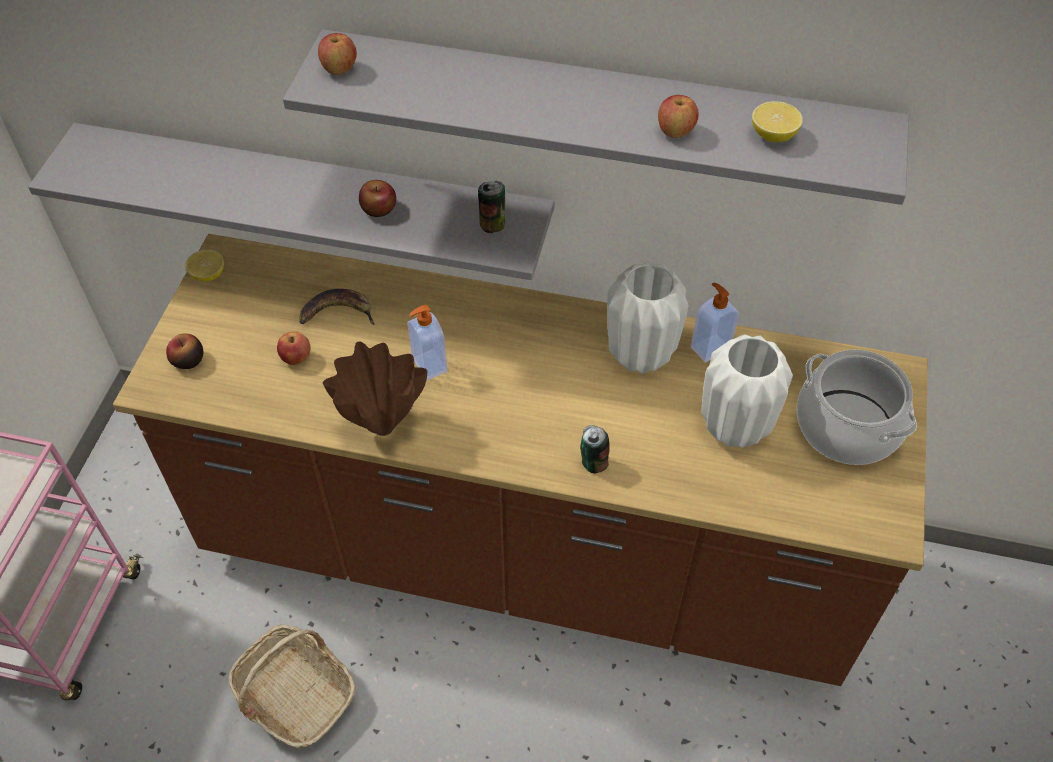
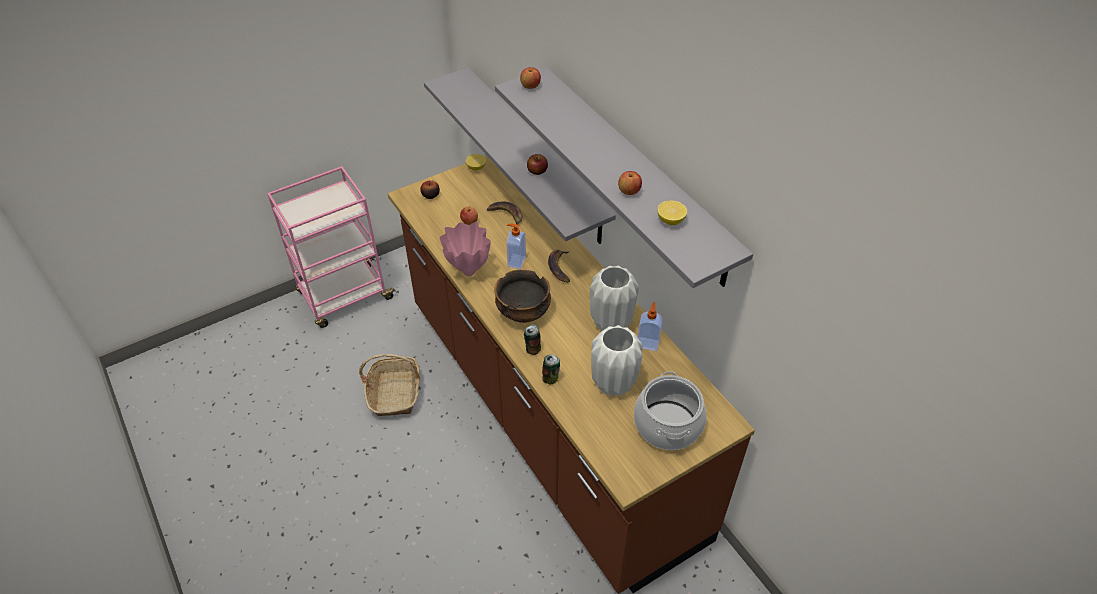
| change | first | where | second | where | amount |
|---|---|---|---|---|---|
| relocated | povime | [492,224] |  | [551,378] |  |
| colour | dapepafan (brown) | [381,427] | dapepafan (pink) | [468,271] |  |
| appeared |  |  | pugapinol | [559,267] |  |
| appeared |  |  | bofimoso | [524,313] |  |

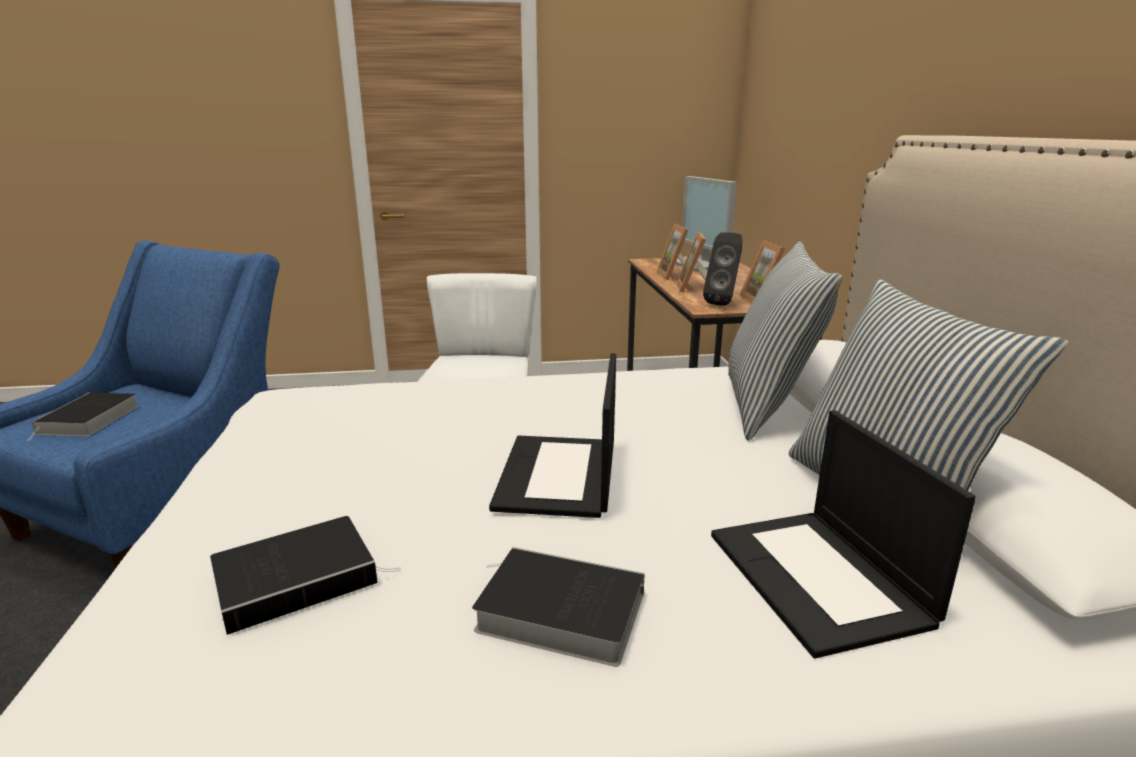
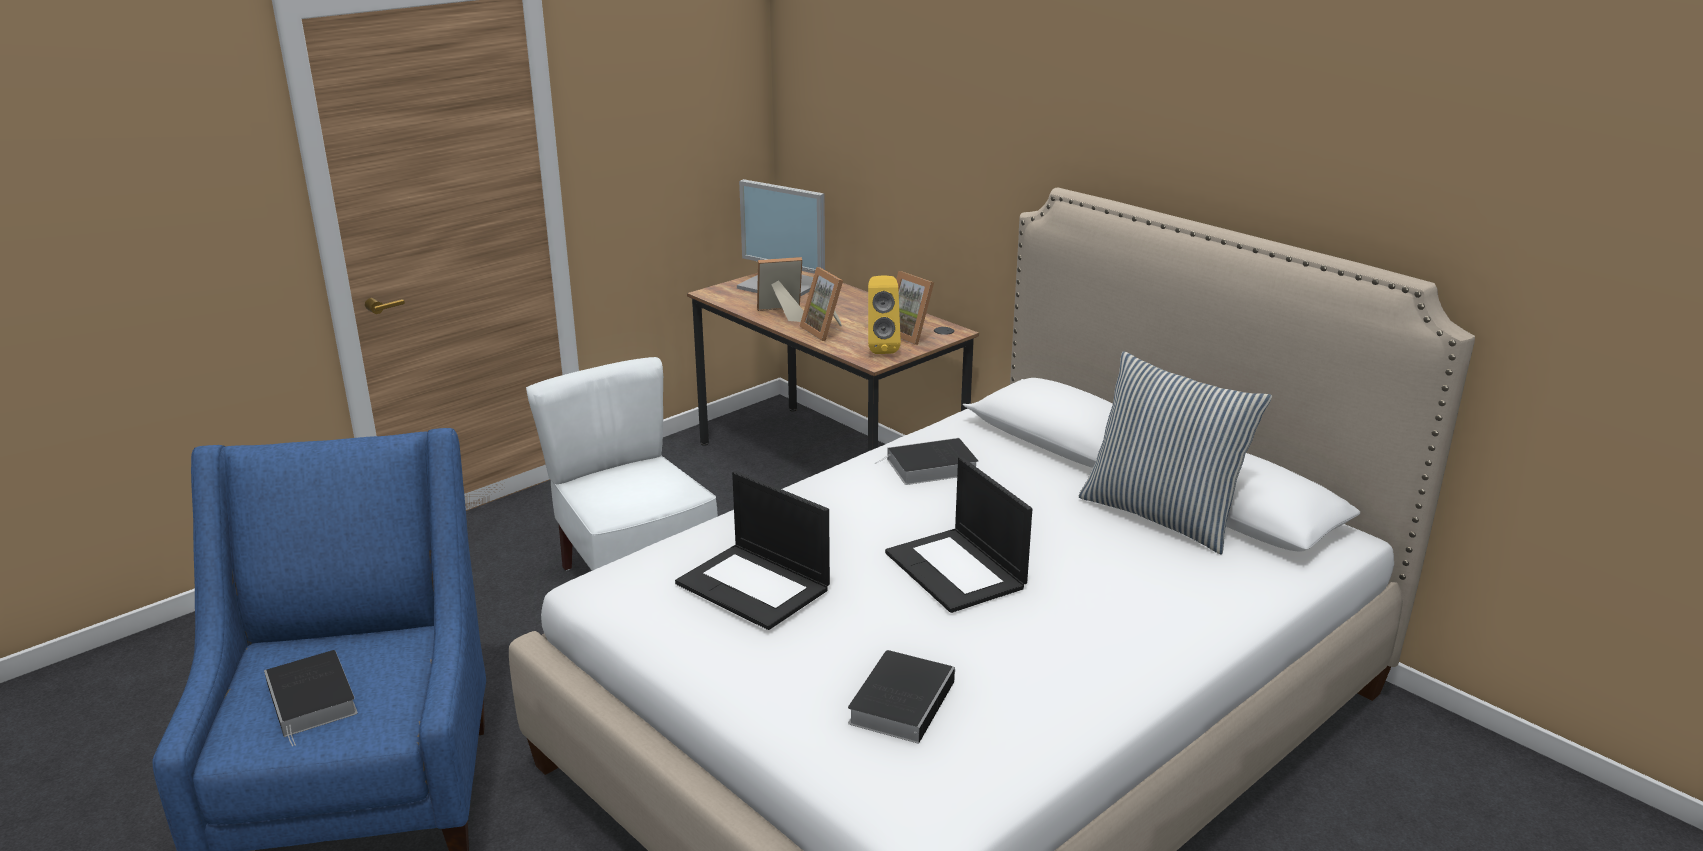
| change | first | where | second | where | amount |
|---|---|---|---|---|---|
| spun | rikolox | [675,276] |  | [781,314] | 120 degrees clockwise |
| colour | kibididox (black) | [723,303] | kibididox (yellow) | [882,348] |  |
| missing | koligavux | [767,406] |  |  |  |
| relocated | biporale | [820,578] |  | [755,586] |  |
| relocated | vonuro | [555,612] |  | [929,467] |  |

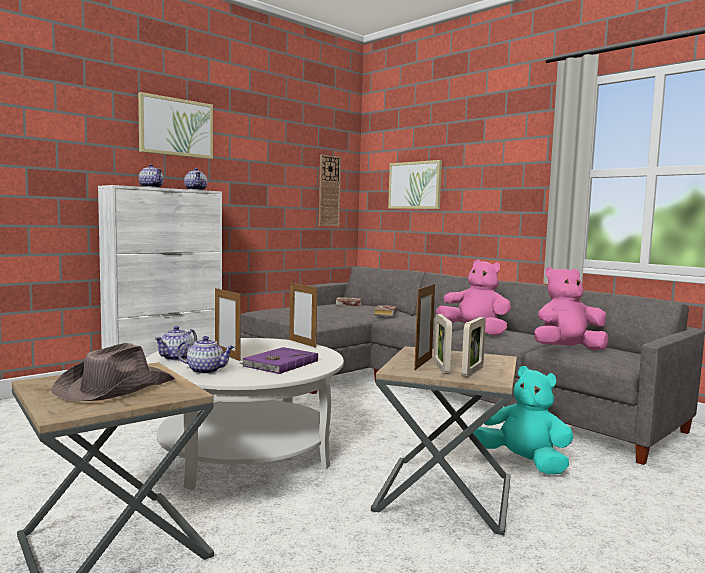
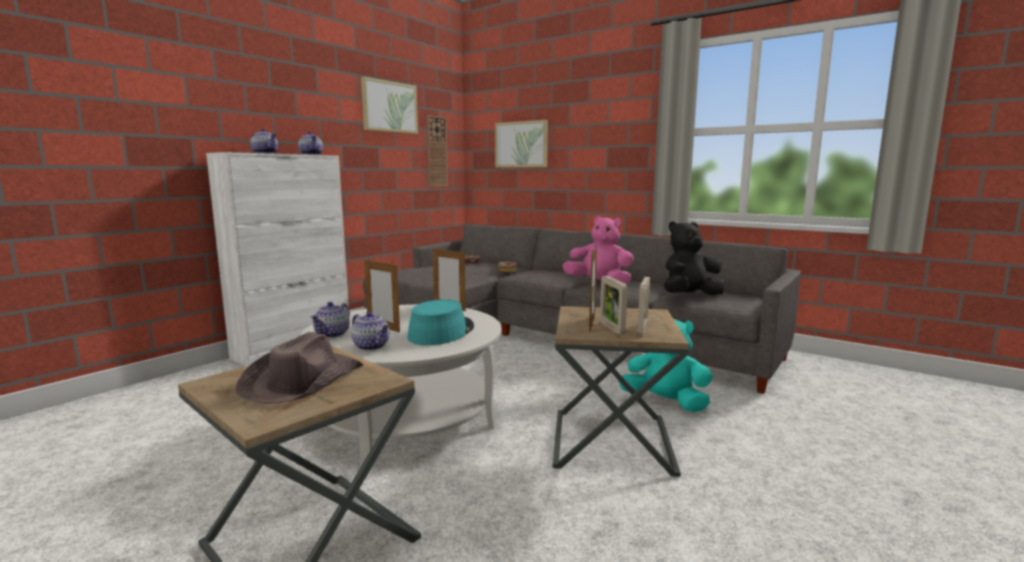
| change | first | where | second | where | amount |
|---|---|---|---|---|---|
| relocated | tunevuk | [176,127] |  | [389,107] |  |
| colour | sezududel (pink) | [567,350] | sezududel (black) | [689,296] |  |
| spun | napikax | [206,370] |  | [372,346] | 45 degrees clockwise |
| exchanged | vonuro (purple) | [279,363] | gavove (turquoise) | [441,332] |  |

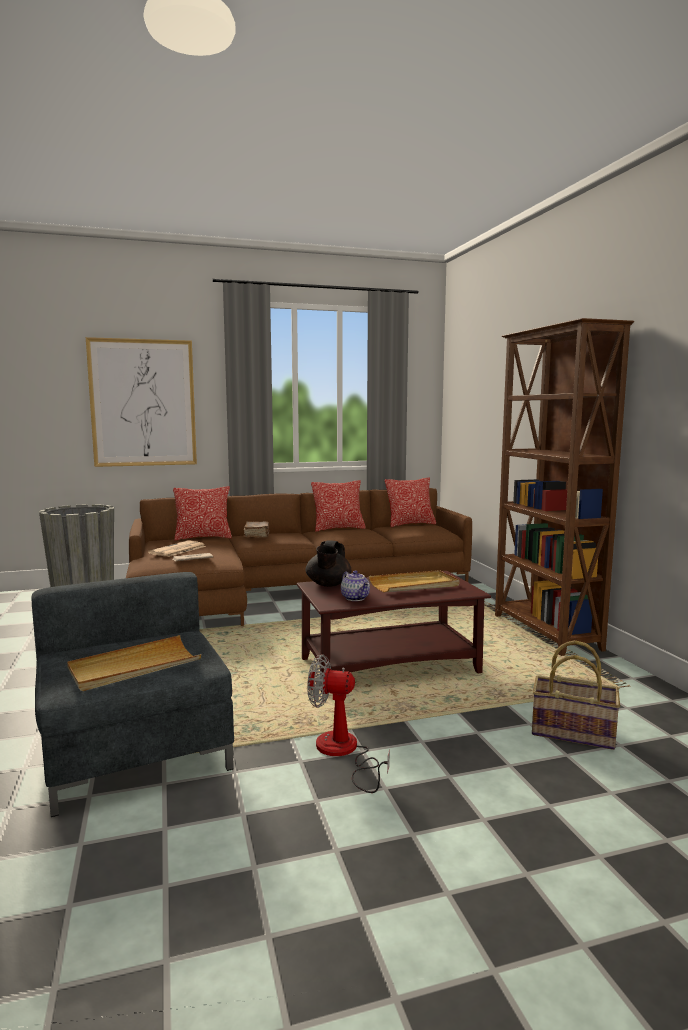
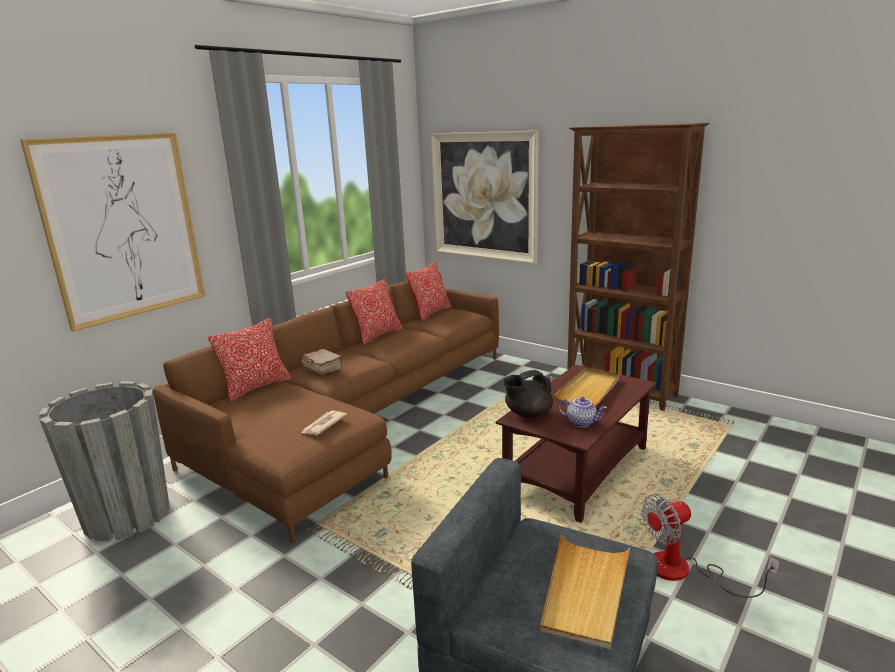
| change | first | where | second | where | amount |
|---|---|---|---|---|---|
| spun | napikax (black) | [328,584] |  | [527,414] | 90 degrees clockwise |
| missing | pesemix | [177,550] |  |  |  |
| missing | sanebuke | [573,732] |  |  |  |
| appeared |  |  | tunevuk | [484,196] |  |

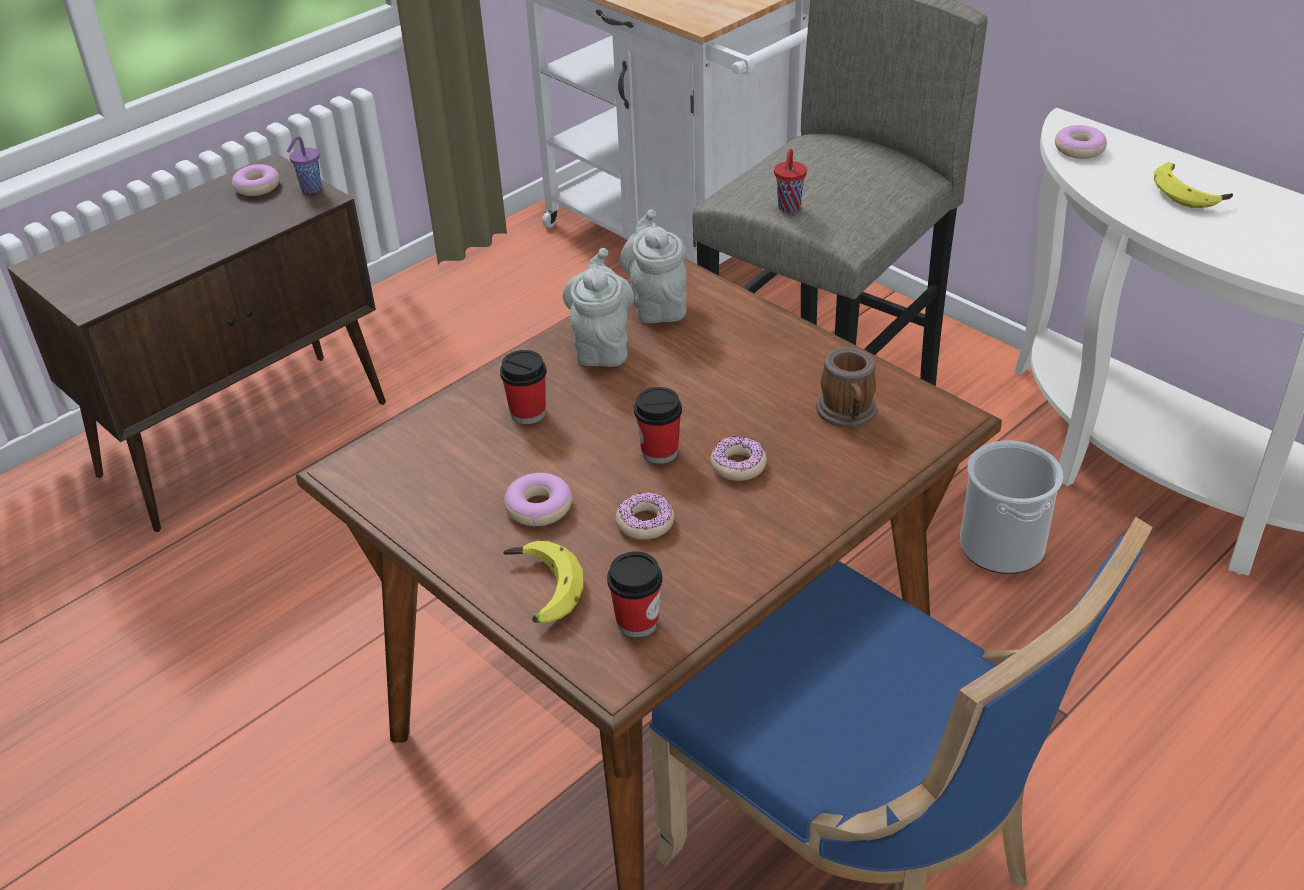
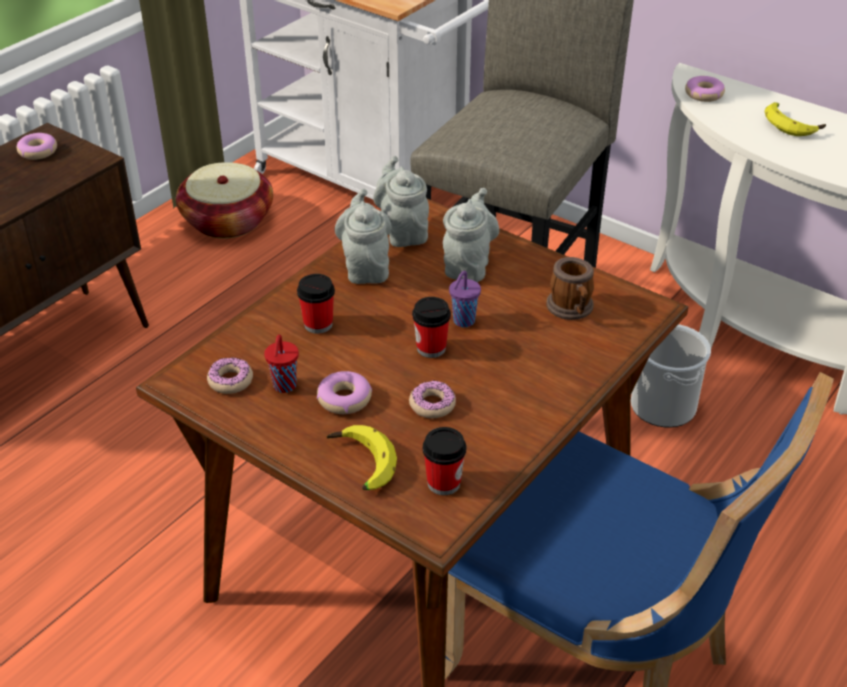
| change | first | where | second | where | amount |
|---|---|---|---|---|---|
| relocated | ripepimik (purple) | [310,189] |  | [463,322] |  |
| relocated | ripepimik (red) | [788,207] |  | [284,386] |  |
| relocated | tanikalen | [738,465] |  | [230,381] |  |
| appeared |  |  | sanebuke | [228,221] |  |
| appeared |  |  | napikax (grey) | [468,265] |  |

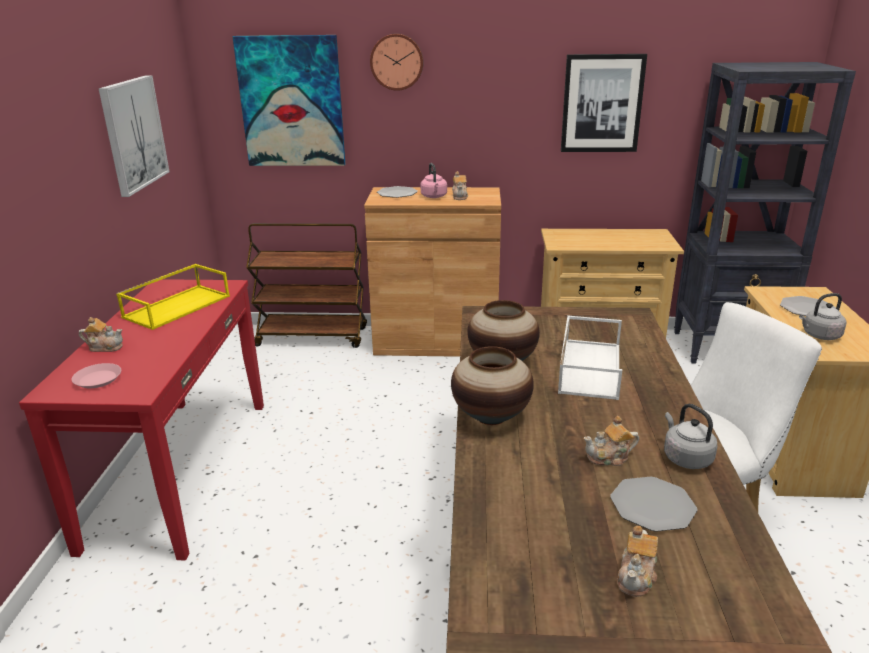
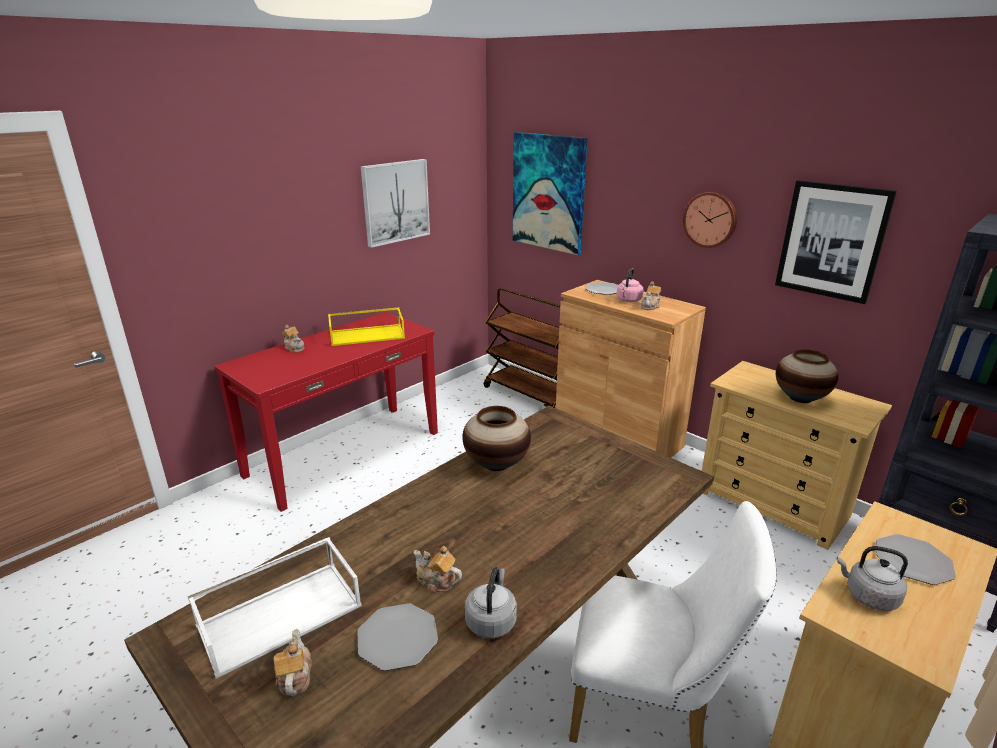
| change | first | where | second | where | amount |
|---|---|---|---|---|---|
| relocated | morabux | [397,62] |  | [710,219] |  |
| relocated | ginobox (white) | [588,367] |  | [281,614] |  |
| relocated | dapepafan | [491,416] |  | [800,398] |  |
| missing | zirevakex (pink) | [98,379] |  |  |  |
| spun | napikax | [636,576] |  | [294,677] | 105 degrees clockwise |

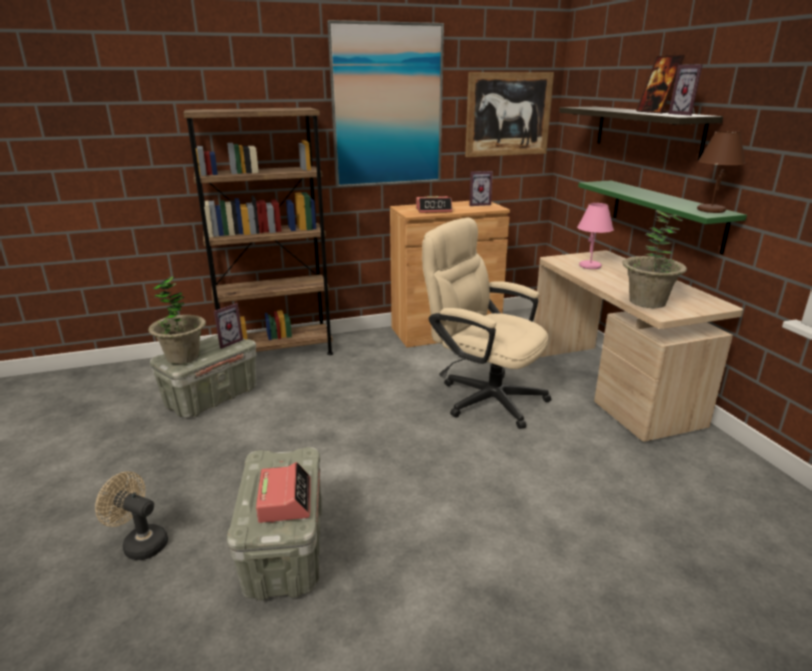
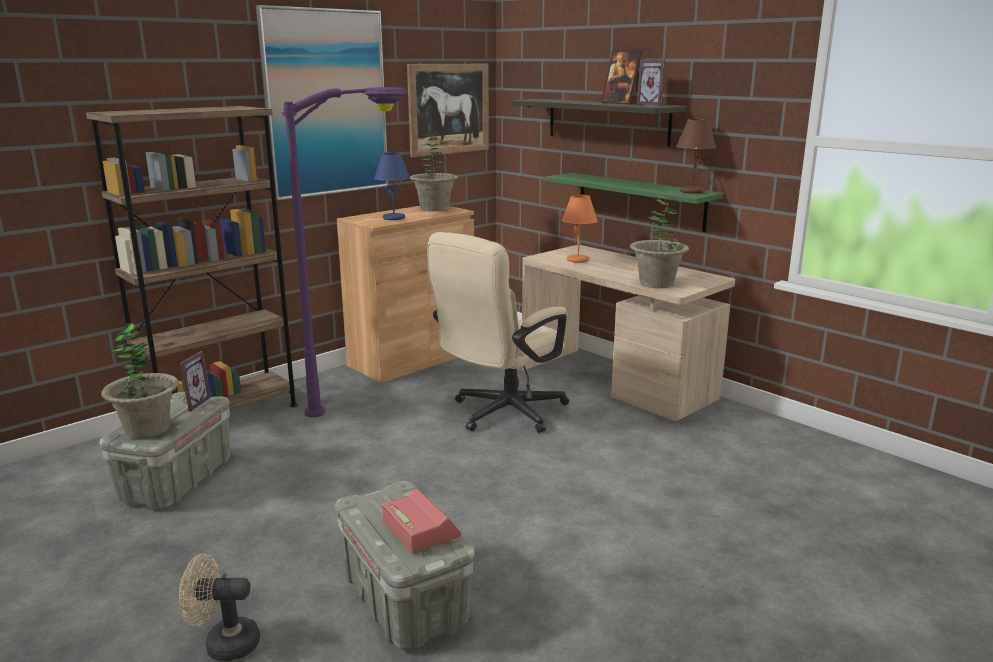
| change | first | where | second | where | amount |
|---|---|---|---|---|---|
| exchanged | rikolox | [478,204] | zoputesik | [434,208] |  |
| exchanged | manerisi | [434,210] | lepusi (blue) | [394,218] |  |
| colour | lepusi (pink) | [590,266] | lepusi (orange) | [578,260] |  |
| spun | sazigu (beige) | [483,396] |  | [501,414] | 60 degrees counterclockwise |
| appeared |  |  | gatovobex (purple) | [376,400] |  |

